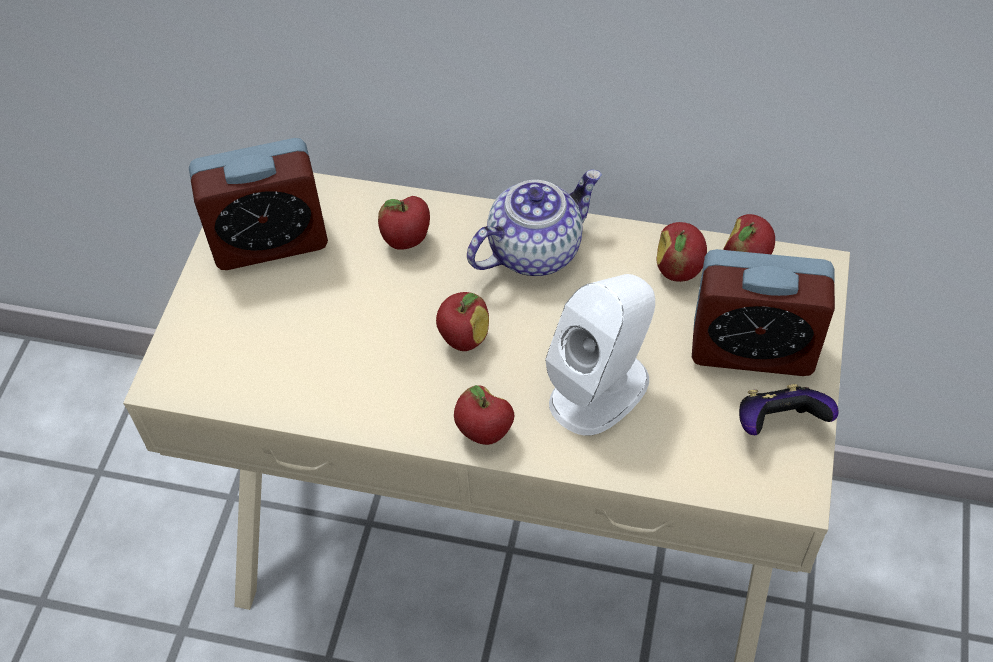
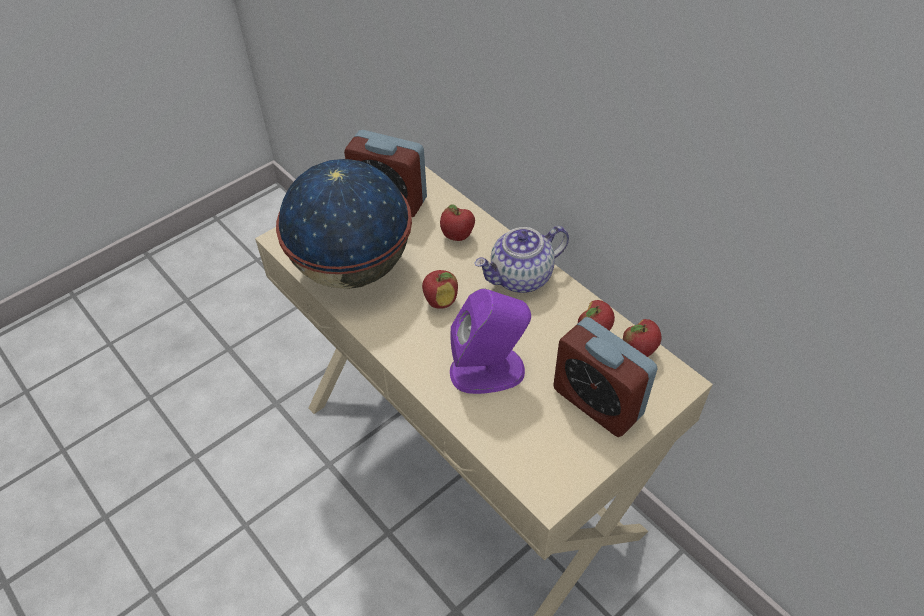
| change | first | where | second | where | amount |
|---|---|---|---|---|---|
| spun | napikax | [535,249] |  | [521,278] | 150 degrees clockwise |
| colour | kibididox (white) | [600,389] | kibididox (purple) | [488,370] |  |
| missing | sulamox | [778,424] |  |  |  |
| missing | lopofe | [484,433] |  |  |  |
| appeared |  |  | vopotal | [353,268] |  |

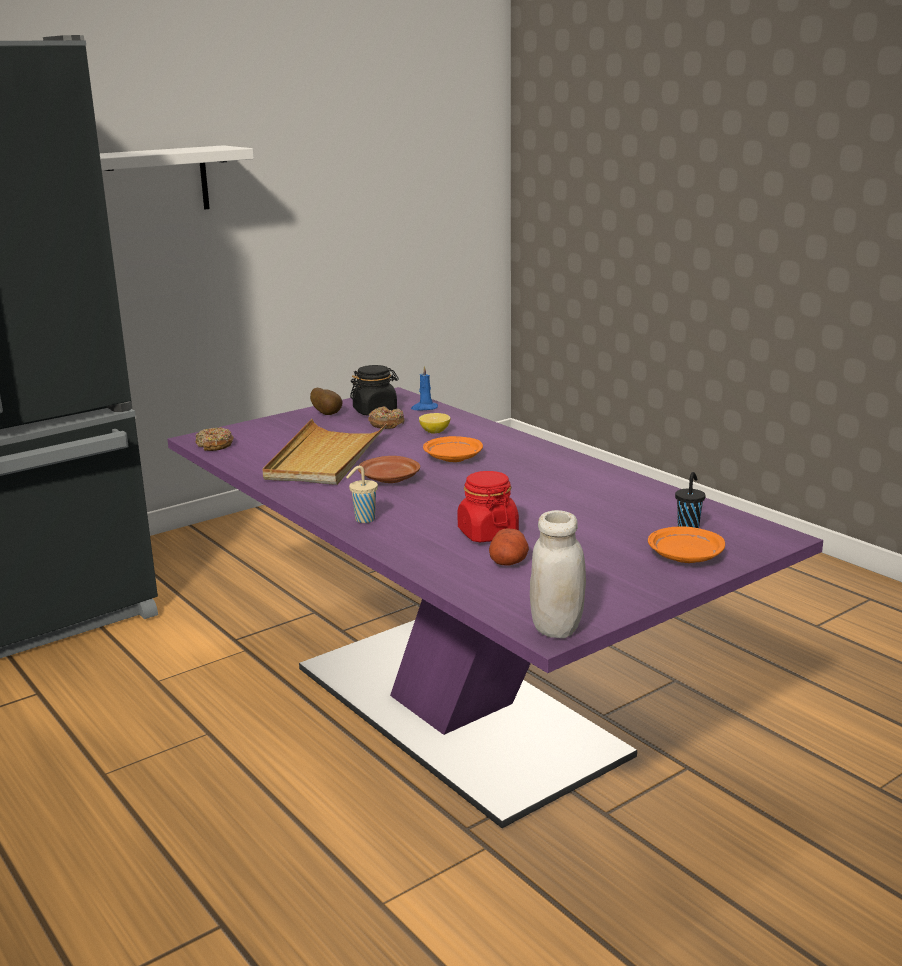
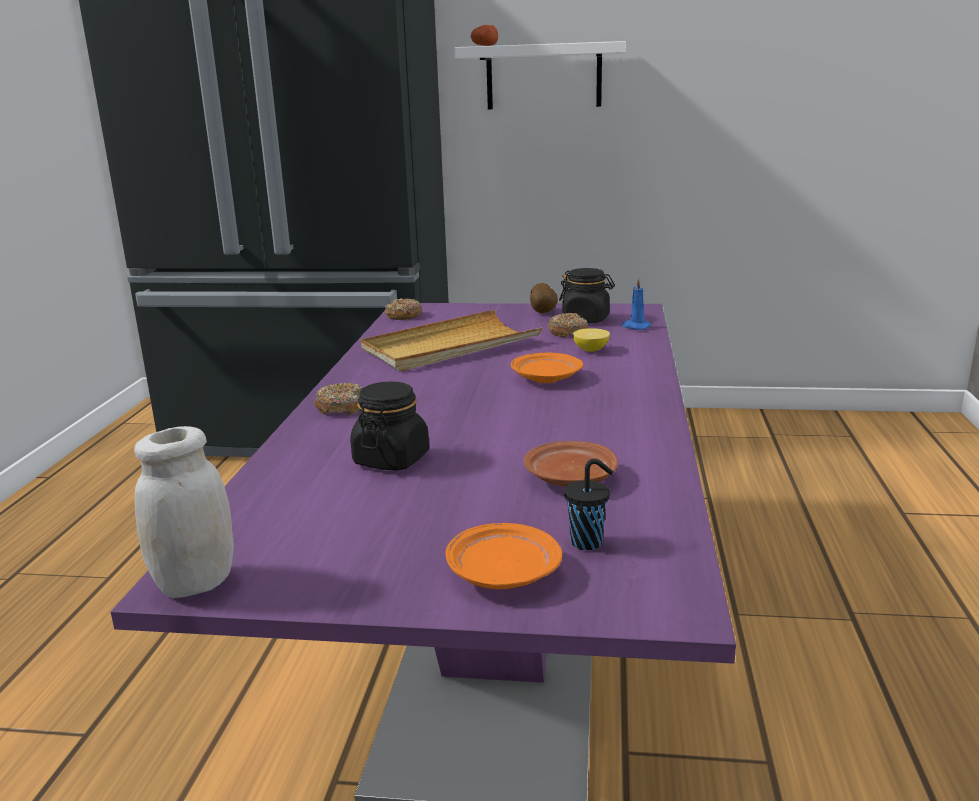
| change | first | where | second | where | amount |
|---|---|---|---|---|---|
| relocated | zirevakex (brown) | [389,479] |  | [570,478] |  |
| exchanged | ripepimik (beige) | [363,520] | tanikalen | [340,407] |  |
| colour | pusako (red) | [487,534] | pusako (black) | [391,459] |  |
| relocated | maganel | [508,562] |  | [485,45] |  |

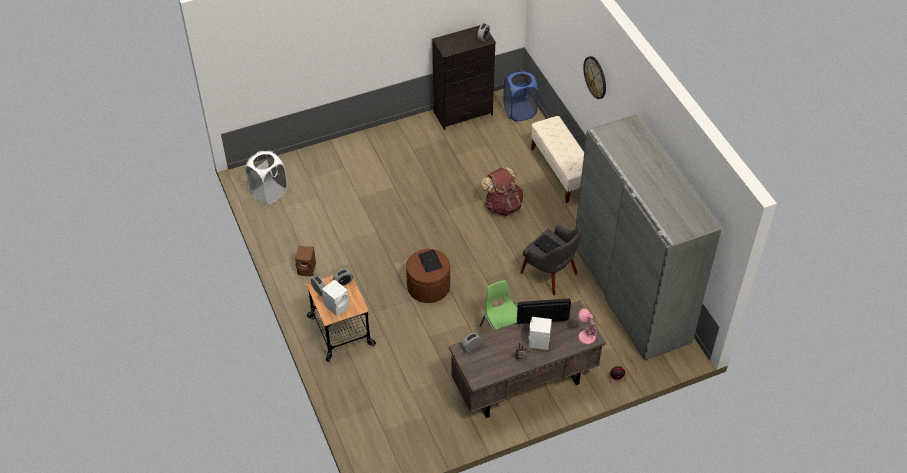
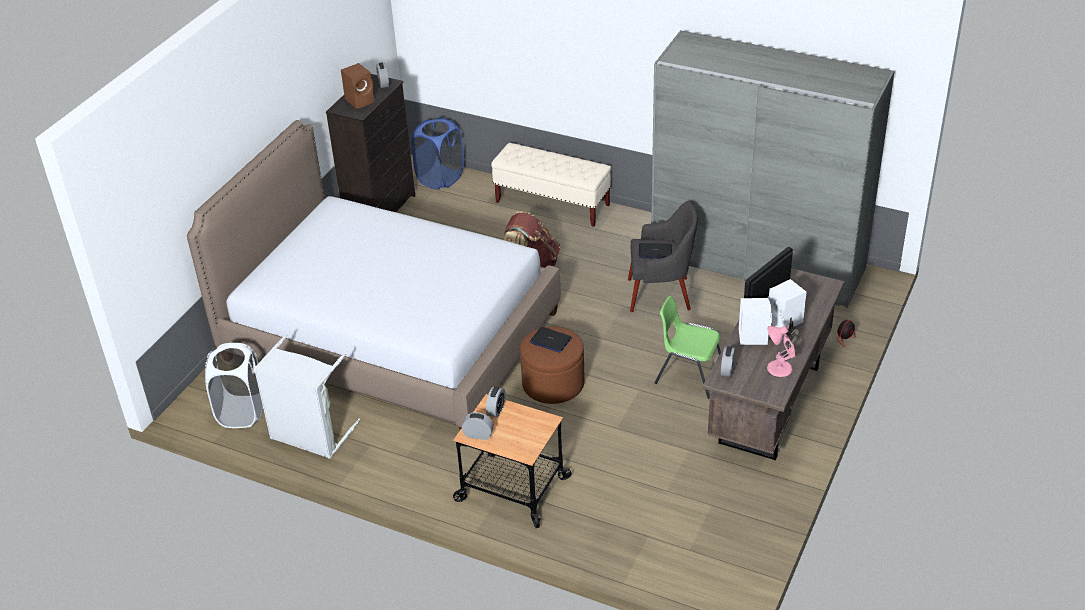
| change | first | where | second | where | amount |
|---|---|---|---|---|---|
| missing | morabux | [595,77] |  |  |  |
| relocated | kibididox (brown) | [307,269] |  | [360,100] |  |
| relocated | kibididox (white) | [337,305] |  | [753,336] |  |
| relocated | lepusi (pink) | [586,336] |  | [778,368] |  |
| appeared |  |  | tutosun | [390,335] |  |
| appeared |  |  | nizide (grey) | [310,436] |  |

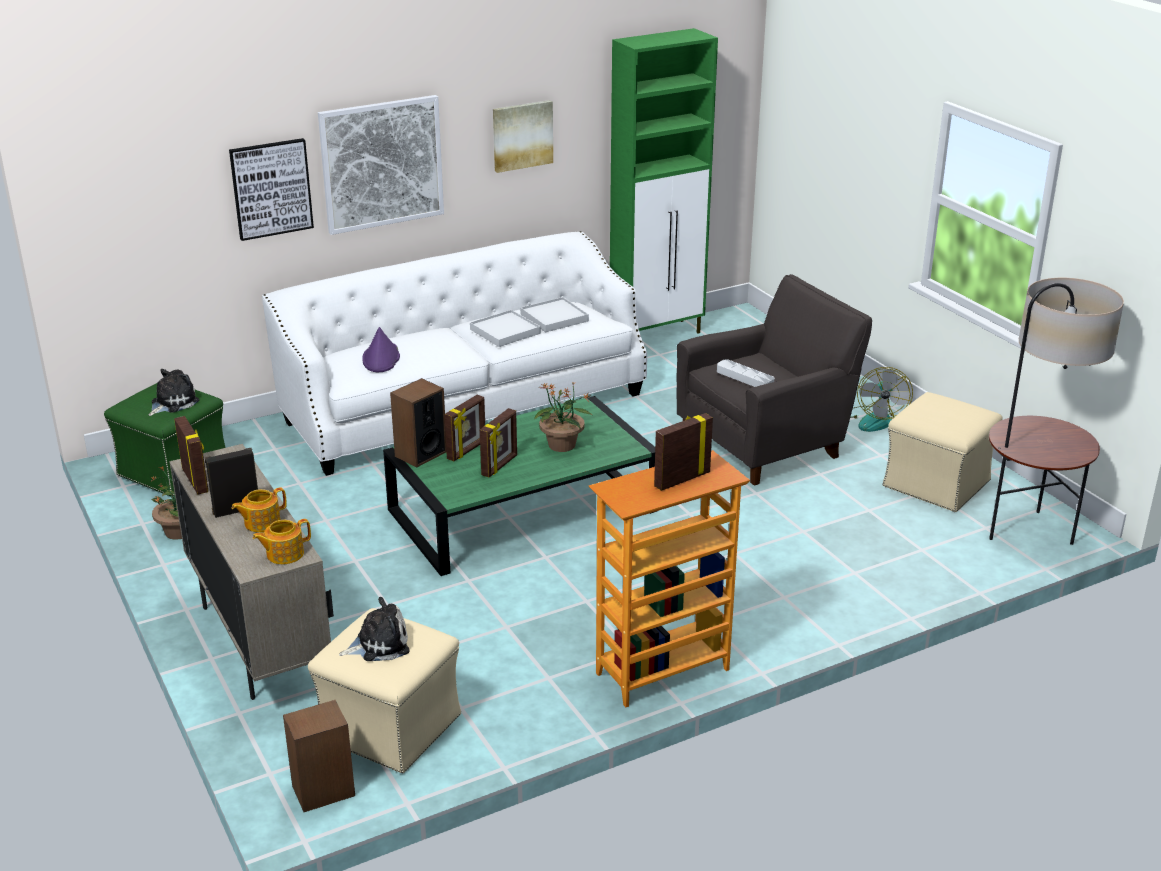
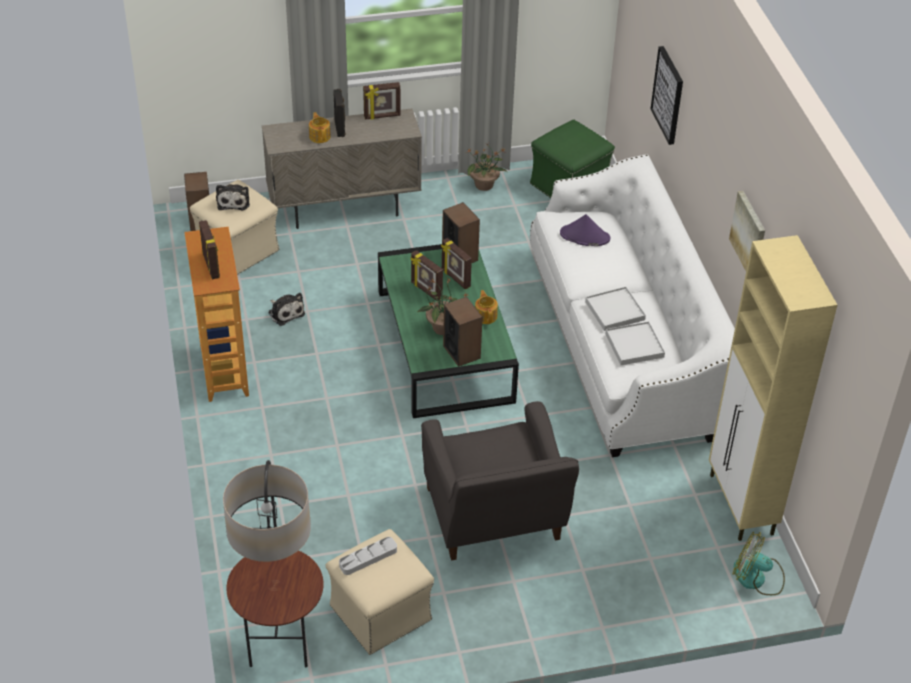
| change | first | where | second | where | amount |
|---|---|---|---|---|---|
| colour | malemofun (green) | [657,334] | malemofun (beige) | [741,505] |  |
| missing | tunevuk | [382,164] |  |  |  |
| relocated | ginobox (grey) | [745,378] |  | [368,558] |  |
| relocated | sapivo | [874,419] |  | [757,578] |  |
| relocated | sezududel | [172,403] |  | [285,312] |  |
| relocated | napikax | [284,554] |  | [486,316] |  |
| appeared |  |  | kibididox | [462,352] |  |

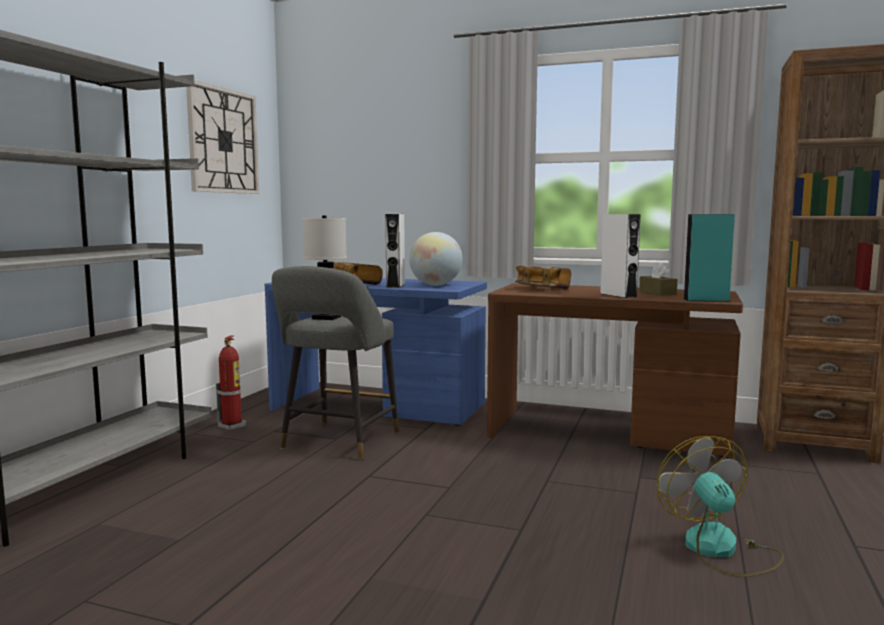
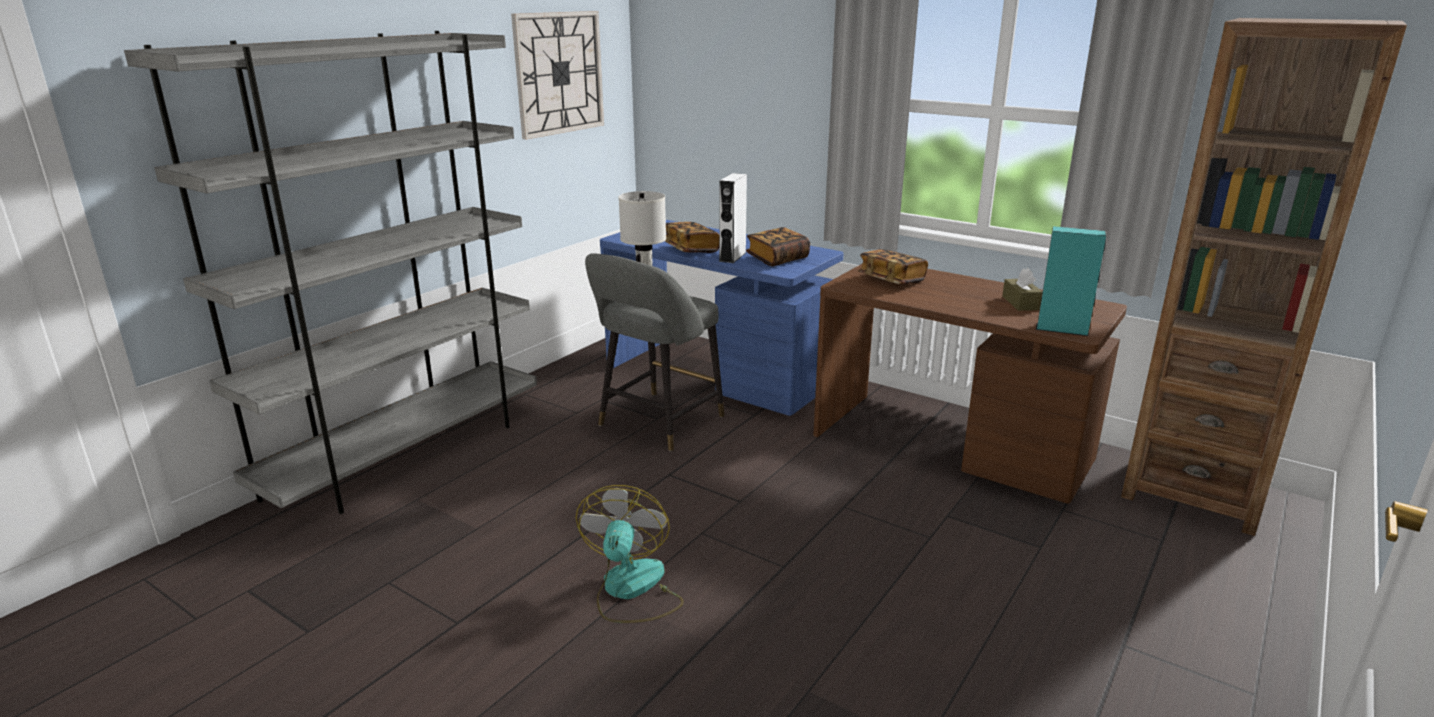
| change | first | where | second | where | amount |
|---|---|---|---|---|---|
| missing | kibididox (white) | [618,295] |  |  |  |
| exchanged | vopotal | [435,285] | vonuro | [777,259] |  |
| missing | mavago | [232,426] |  |  |  |
| relocated | sapivo | [720,550] |  | [631,590] |  |

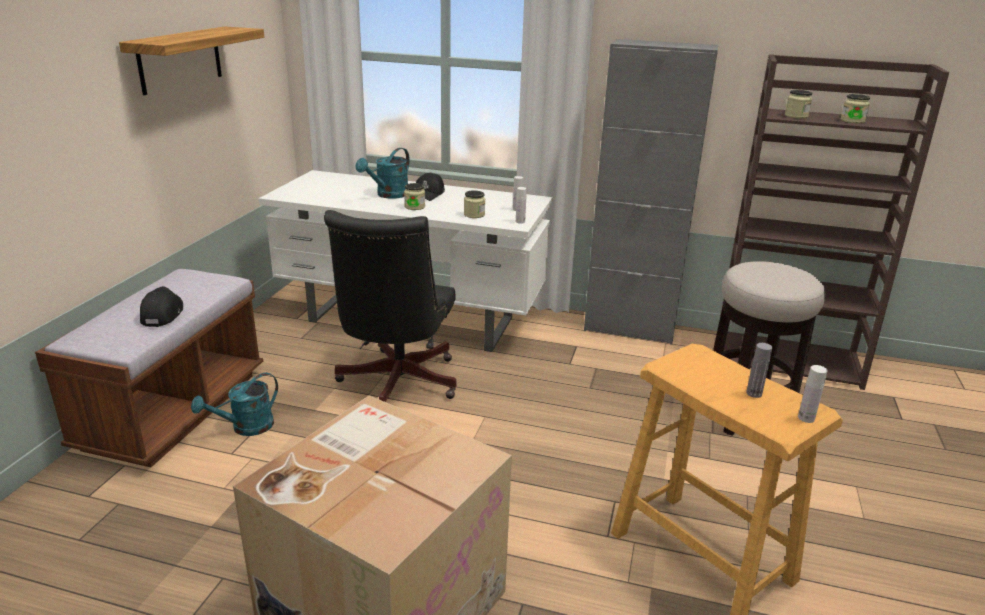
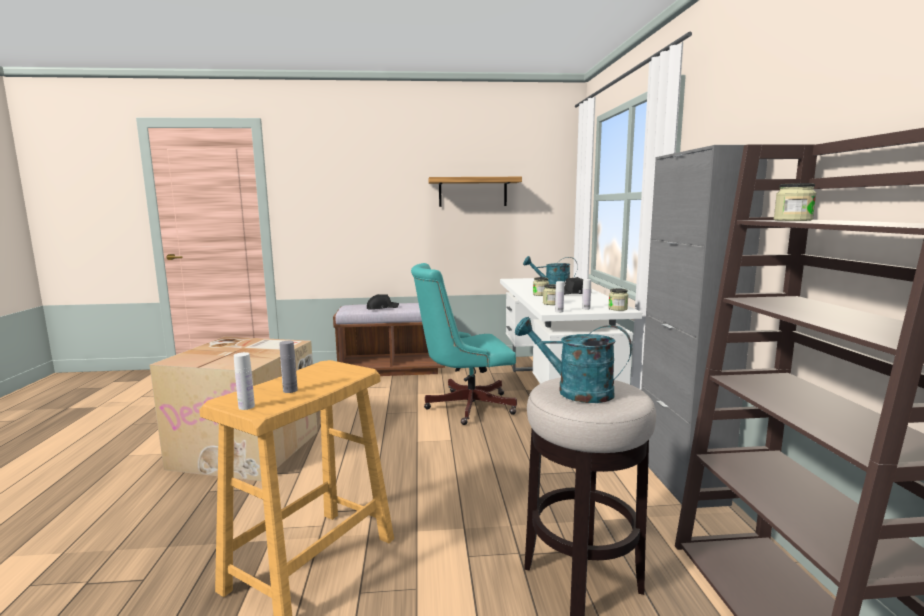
| change | first | where | second | where | amount |
|---|---|---|---|---|---|
| relocated | pusako | [852,121] |  | [617,309] |  |
| colour | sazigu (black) | [396,385] | sazigu (turquoise) | [464,406] |  |
| relocated | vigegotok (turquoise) | [246,428] |  | [574,391] |  |

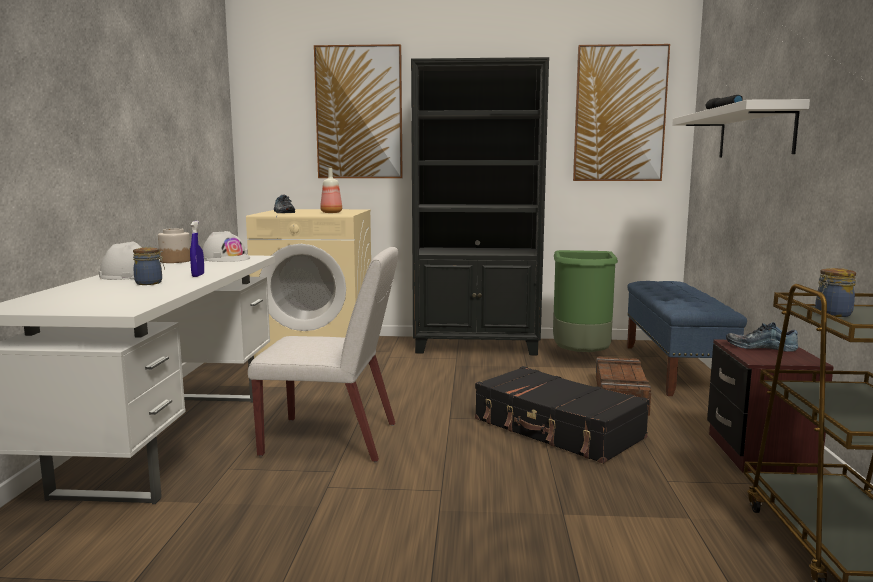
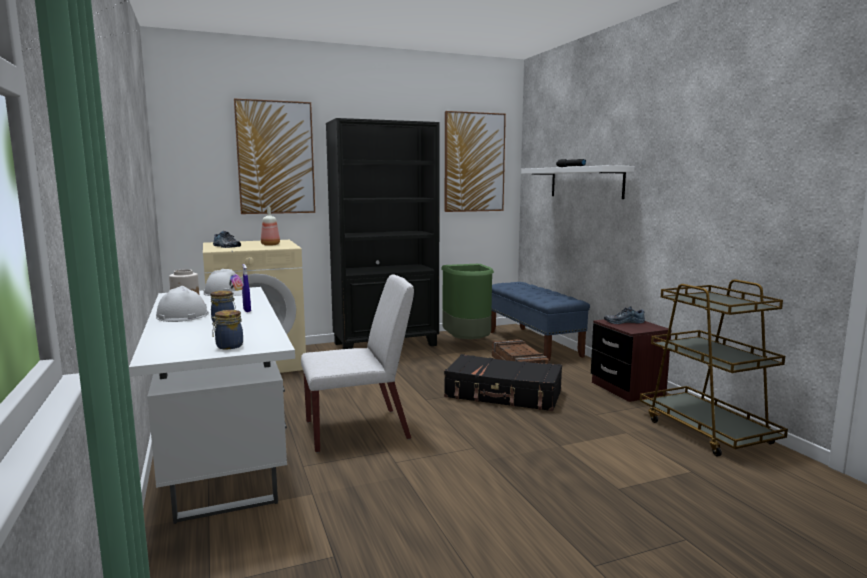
| change | first | where | second | where | amount |
|---|---|---|---|---|---|
| relocated | pusako | [831,314] |  | [228,346] |  |

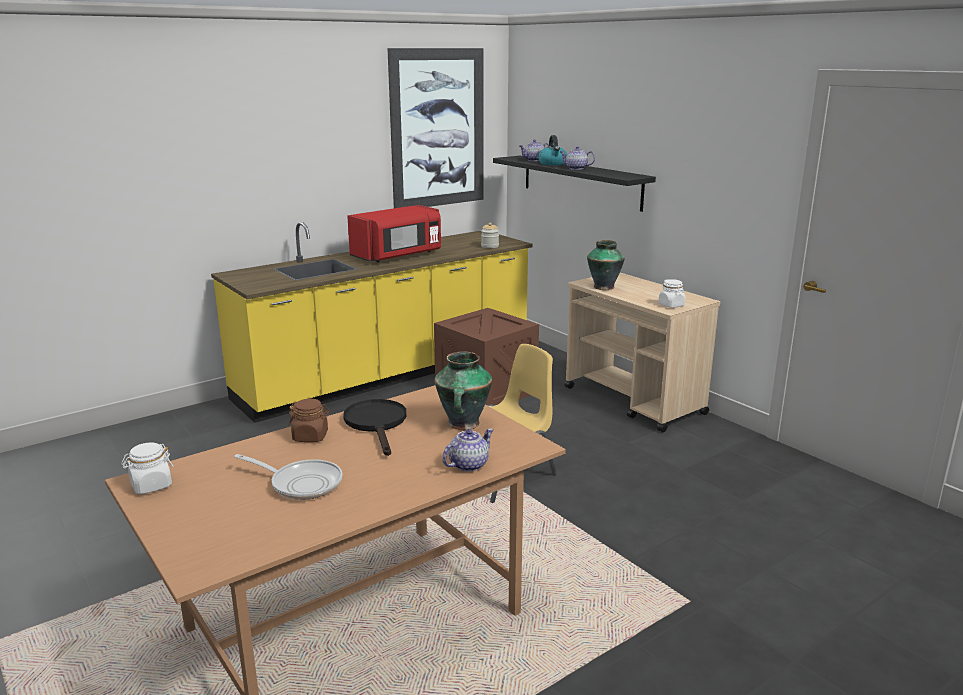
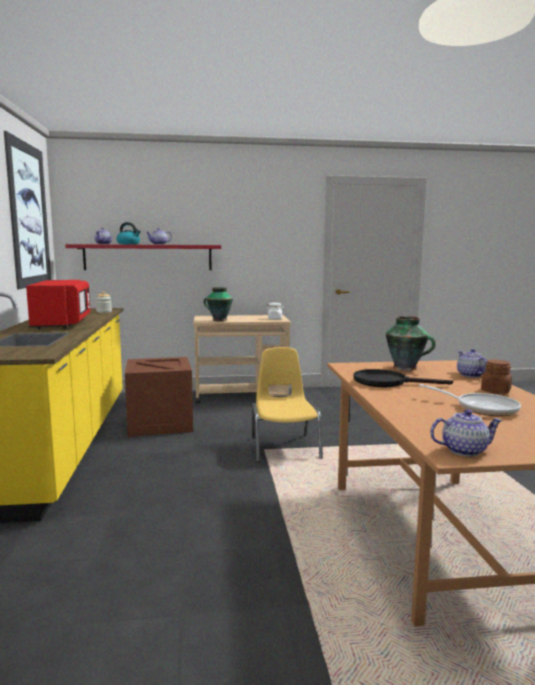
| change | first | where | second | where | amount |
|---|---|---|---|---|---|
| colour | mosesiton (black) | [580,182] | mosesiton (red) | [148,257] |  |
| relocated | pusako (brown) | [310,437] |  | [495,391] |  |
| exchanged | pusako (white) | [151,485] | napikax | [464,450] |  |
| spun | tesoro | [301,483] |  | [481,408] | 75 degrees clockwise |

